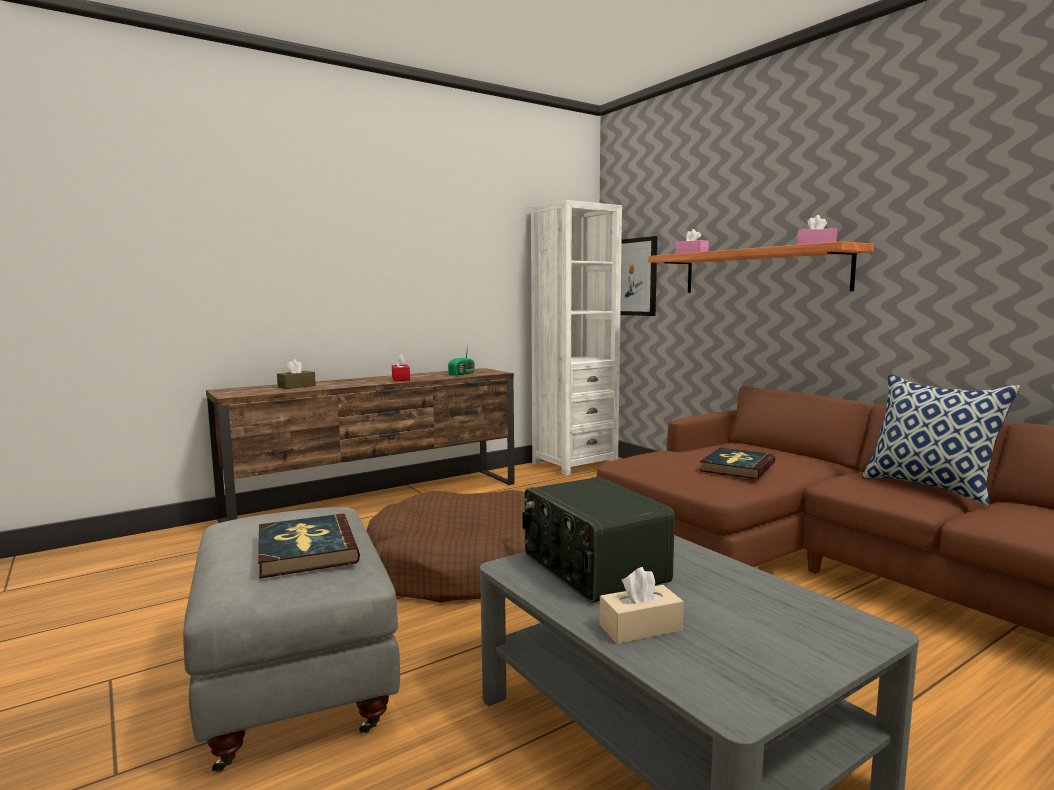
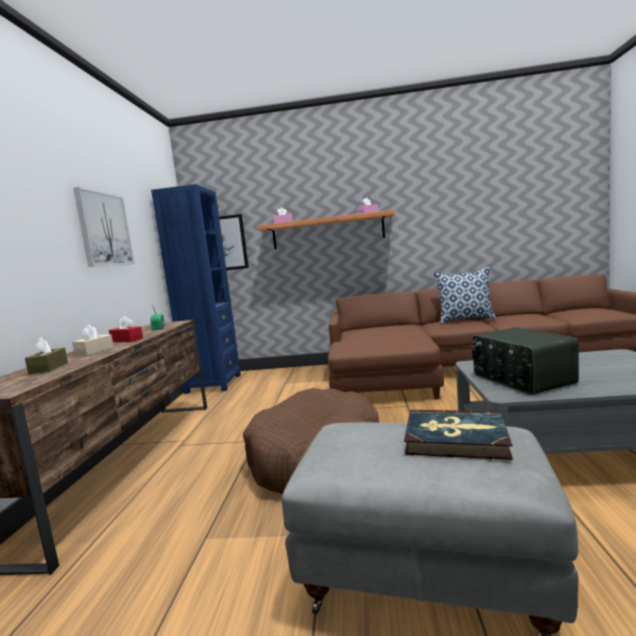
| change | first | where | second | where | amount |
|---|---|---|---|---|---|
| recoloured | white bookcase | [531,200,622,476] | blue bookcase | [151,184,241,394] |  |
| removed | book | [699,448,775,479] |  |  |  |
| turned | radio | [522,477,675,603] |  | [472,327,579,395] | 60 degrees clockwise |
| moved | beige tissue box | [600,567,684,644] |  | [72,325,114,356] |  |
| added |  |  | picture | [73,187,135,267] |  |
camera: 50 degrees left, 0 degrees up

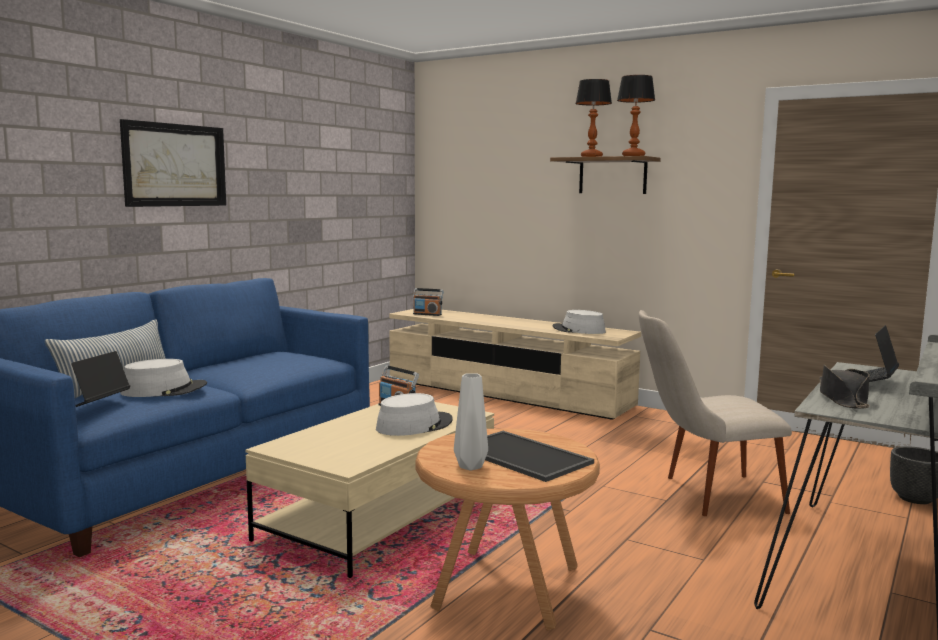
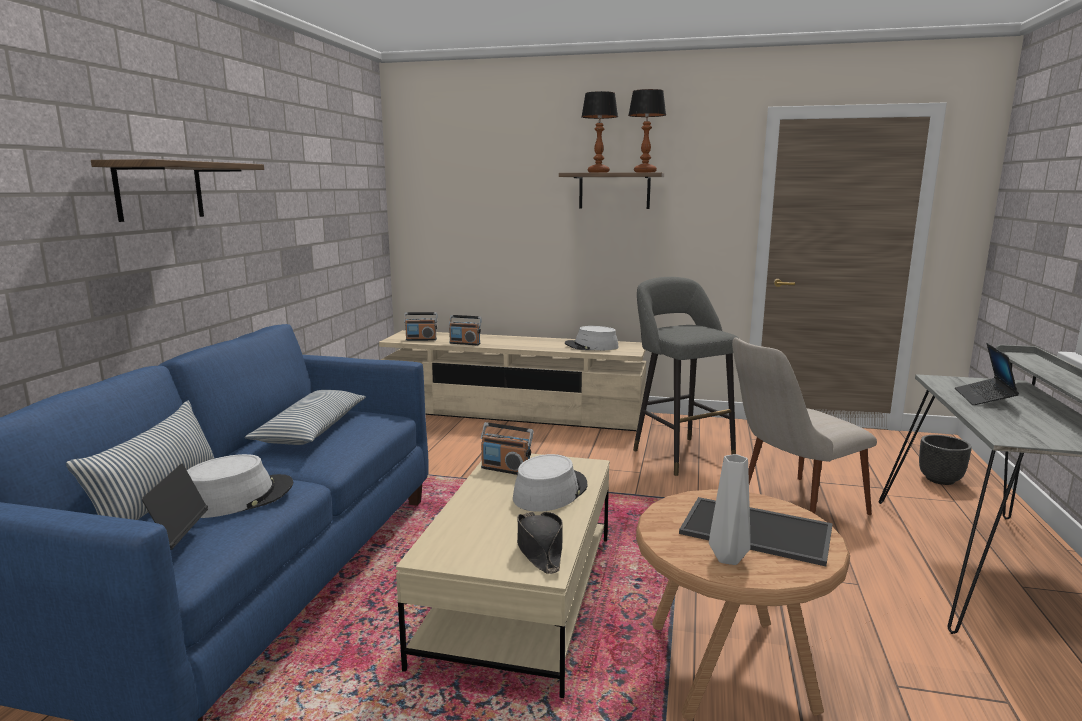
| change | first | where | second | where | amount |
|---|---|---|---|---|---|
| replaced | picture | [120,119,226,207] | shelf | [91,159,264,222] |  |
| moved | black hat | [820,364,870,409] |  | [517,512,563,574] |  |
| added |  |  | grey stool | [633,277,739,476] |  |
| added |  |  | radio | [449,315,482,345] |  |
| added |  |  | pillow | [245,390,366,445] |  |
camera: 20 degrees left, 5 degrees up

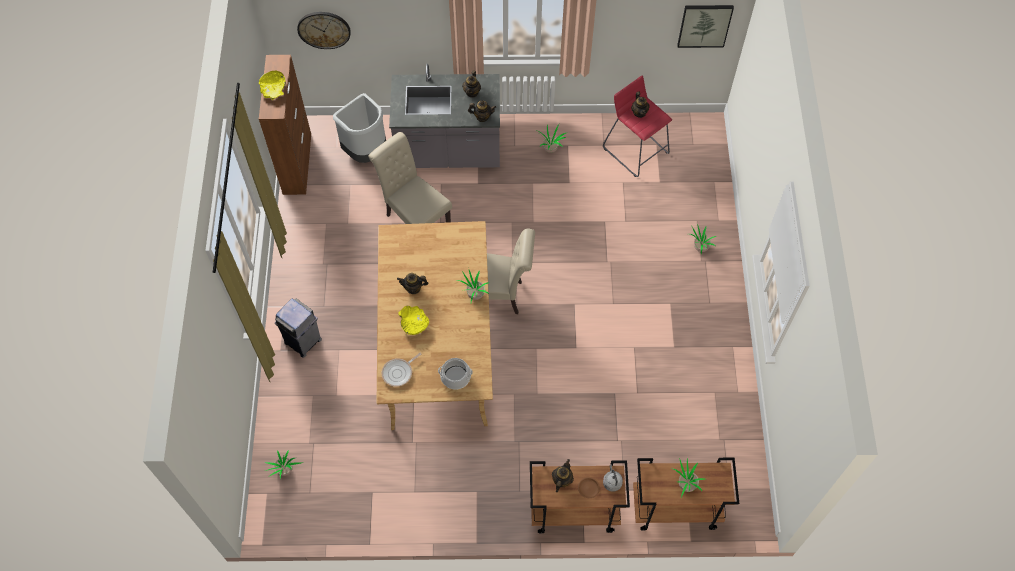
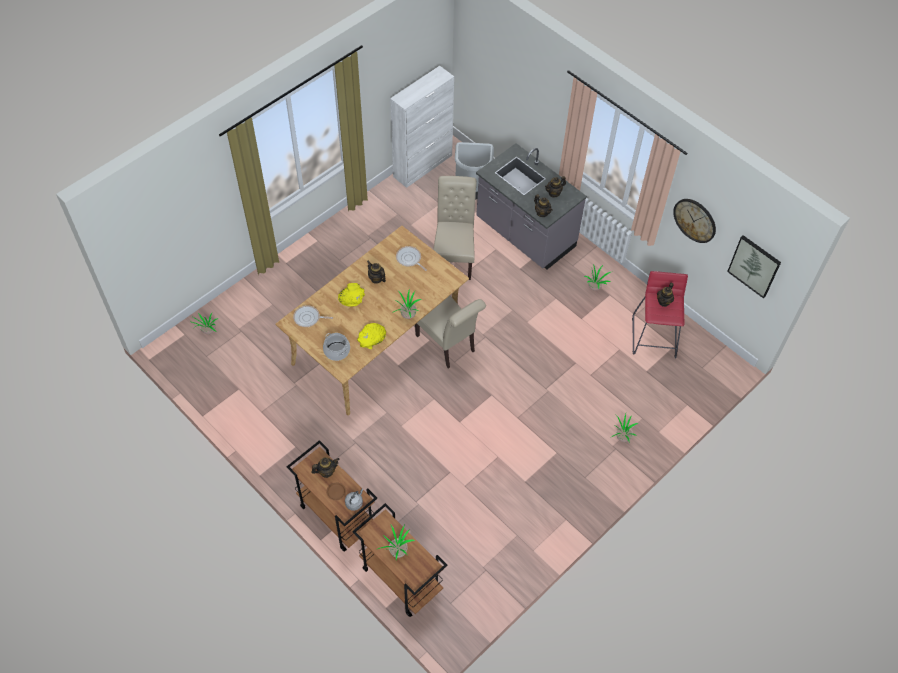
| change | first | where | second | where | amount |
|---|---|---|---|---|---|
| moved | wall clock | [297,12,351,49] |  | [673,199,716,243] |  |
| recoloured | brown cabinet | [259,55,311,195] | white cabinet | [390,66,454,188] |  |
| moved | yellow bowl | [259,71,286,100] |  | [357,323,386,349] |  |
| removed | grey trash can | [275,298,322,358] |  |  |  |
| added |  |  | frying pan | [396,246,427,271] |  |
camera: 45 degrees right, 5 degrees down

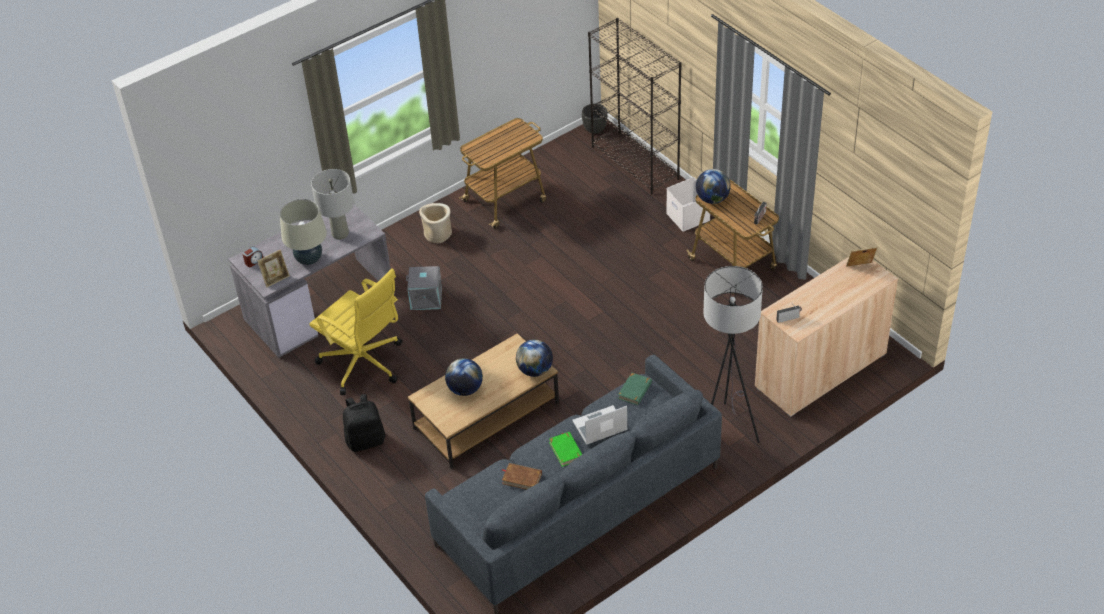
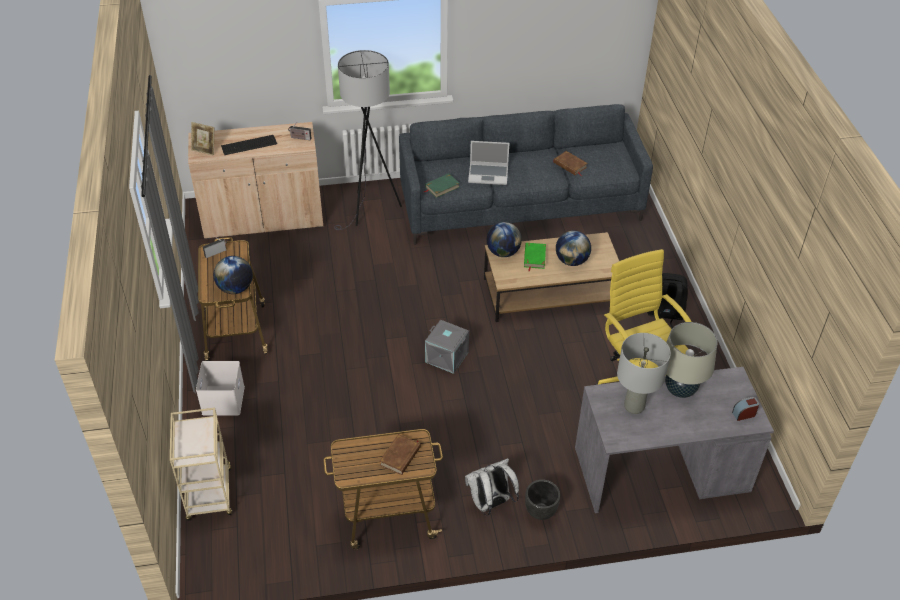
| change | first | where | second | where | amount |
|---|---|---|---|---|---|
| replaced | black bookcase | [588,18,682,195] | beige cart | [170,408,232,521] |  |
| moved | black planter | [582,104,607,134] |  | [525,480,560,520] |  |
| replaced | beige planter | [419,203,452,243] | white backpack | [465,458,519,516] |  |
| removed | picture frame | [257,250,290,287] |  |  |  |
| moved | grey storage box | [406,266,442,310] |  | [425,320,469,374] |  |
| moved | green book | [549,432,582,467] |  | [524,243,546,272] |  |
| added |  |  | keyboard | [221,135,277,155] |  |
| added |  |  | brown book | [379,434,421,475] |  |
camera: 155 degrees left, 0 degrees up

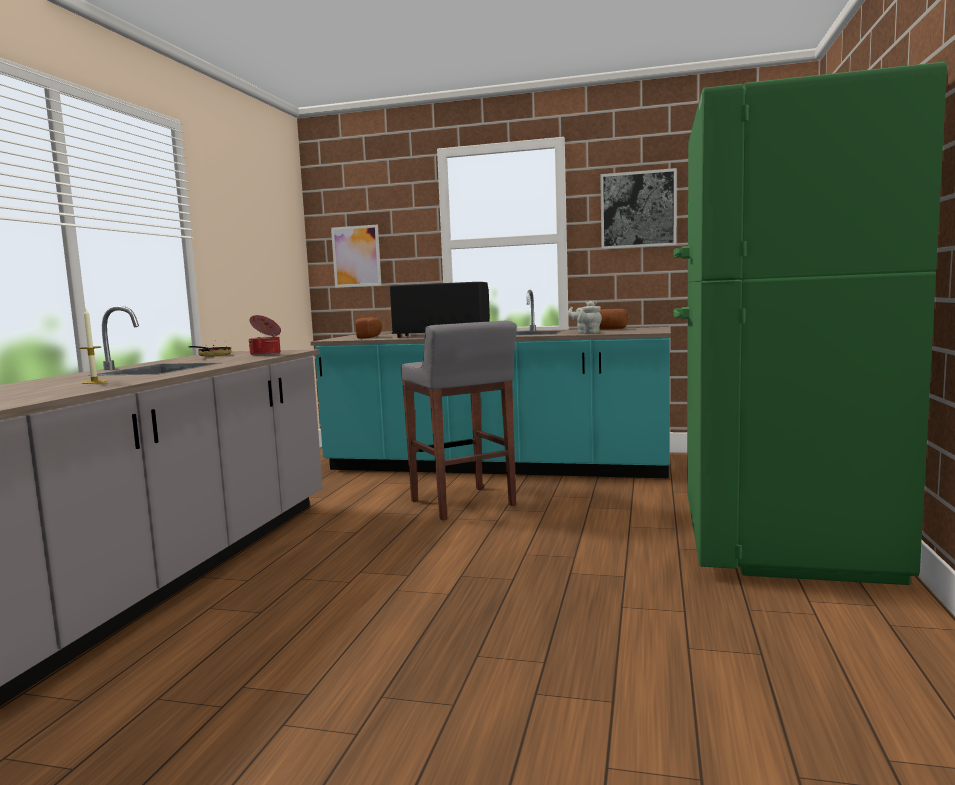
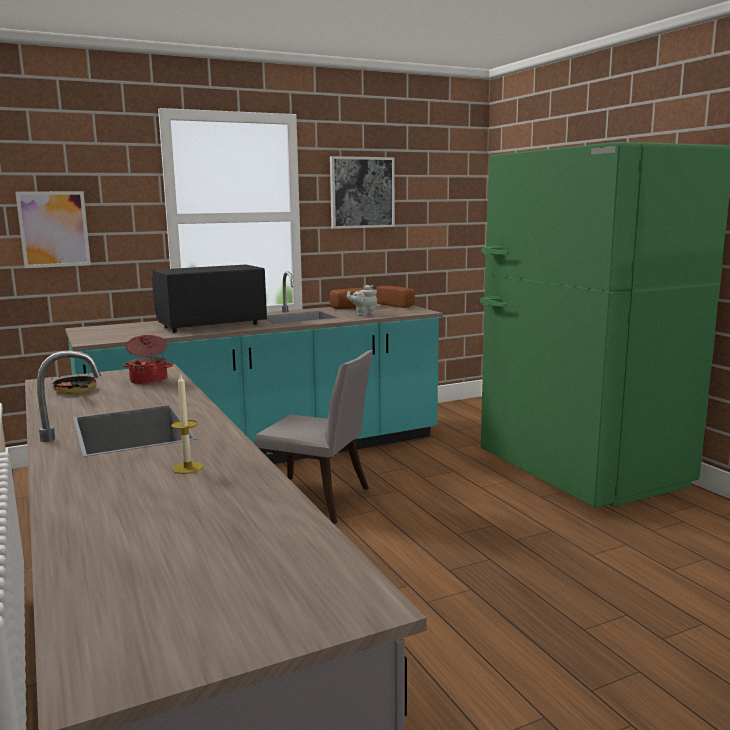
| change | first | where | second | where | amount |
|---|---|---|---|---|---|
| moved | bread | [356,317,382,339] |  | [376,286,415,308] |  |
| replaced | grey stool | [401,321,517,520] | grey chair | [254,350,373,524] |  |
camera: 40 degrees left, 5 degrees up

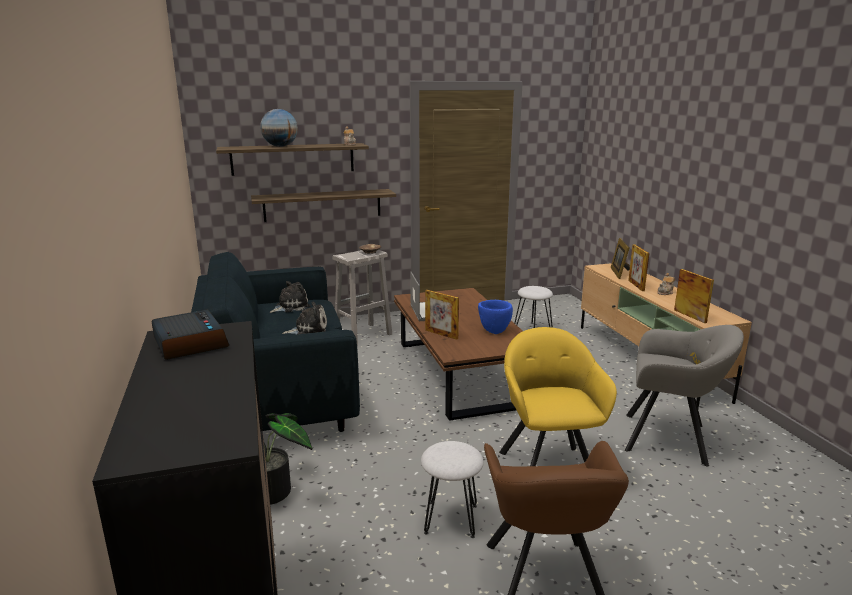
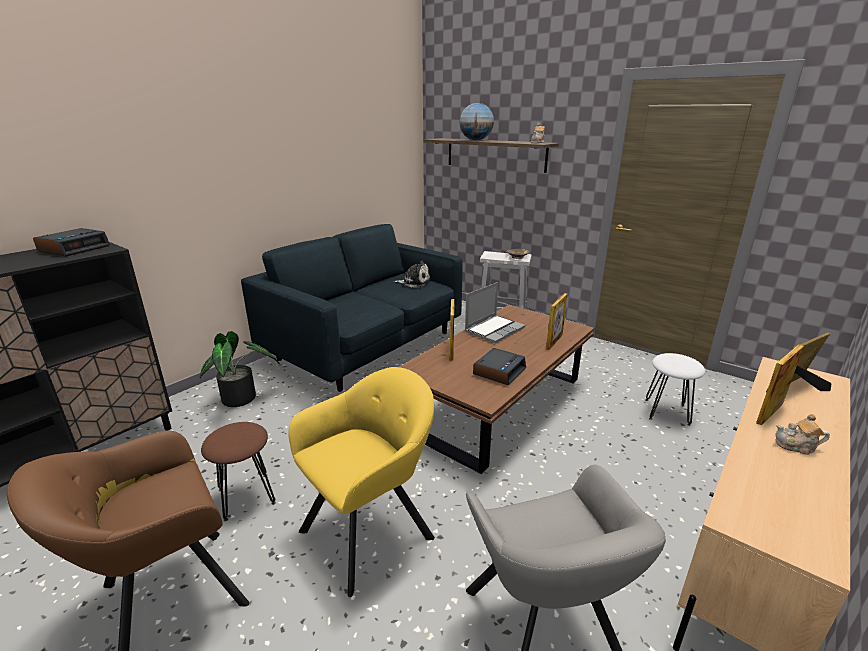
| change | first | where | second | where | amount |
|---|---|---|---|---|---|
| removed | shelf | [251,189,396,222] |  |  |  |
| moved | picture frame | [674,269,714,323] |  | [546,293,568,350] |  |
| replaced | blue bowl | [478,300,513,334] | alarm clock | [473,348,526,386] |  |
| removed | plush toy | [282,302,327,335] |  |  |  |
| recoloured | white stool | [421,441,484,538] | brown stool | [201,422,276,521] |  |
camera: 55 degrees right, 5 degrees up

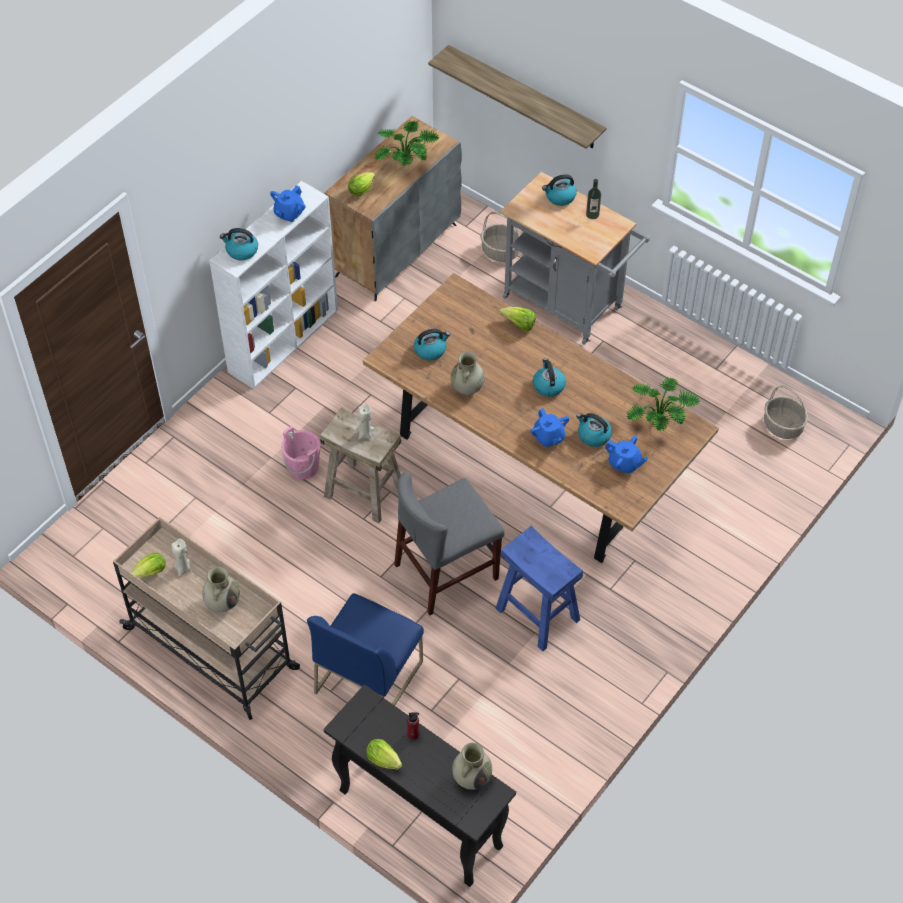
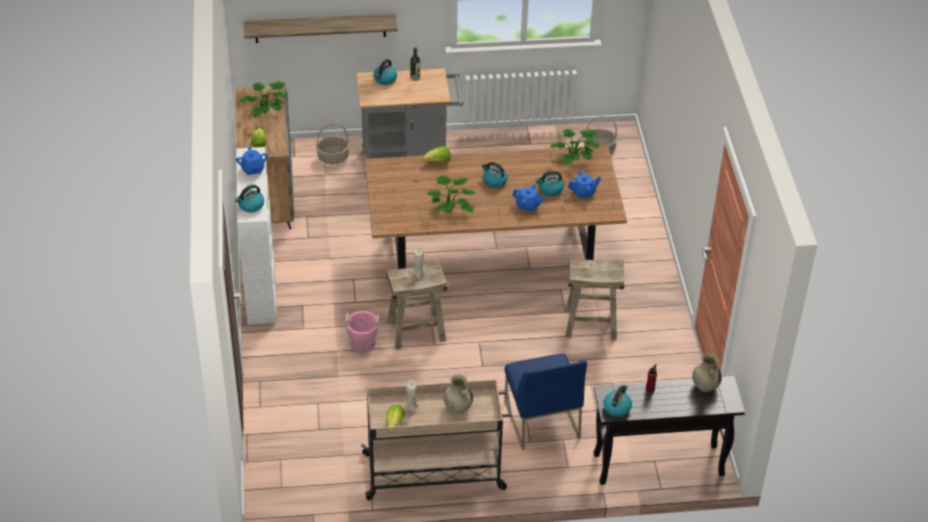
| change | first | where | second | where | amount |
|---|---|---|---|---|---|
| moved | kettle | [414,329,450,360] |  | [603,385,632,417] |  |
| replaced | beige vase | [451,351,485,395] | potted plant | [427,175,475,213] |  |
| removed | grey chair | [394,472,505,616] |  |  |  |
| recoloured | blue stool | [496,526,583,651] | beige stool | [565,257,624,340] |  |
| removed | lettuce | [366,739,402,770] |  |  |  |
camera: 45 degrees left, 10 degrees down

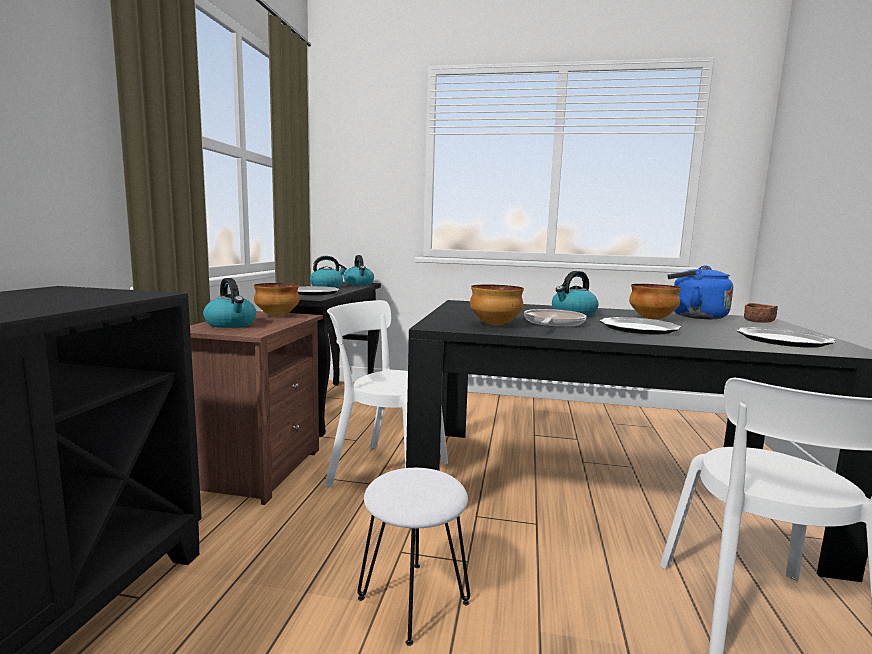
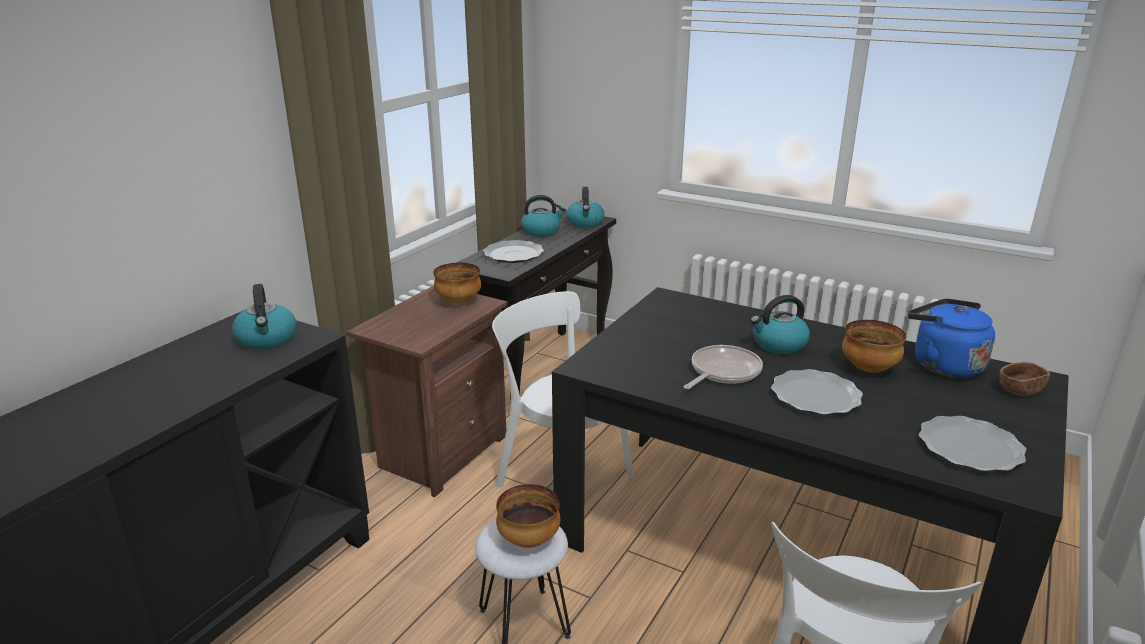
| change | first | where | second | where | amount |
|---|---|---|---|---|---|
| moved | kettle | [203,278,256,328] |  | [232,284,297,350] |  |
| moved | bowl | [470,284,524,325] |  | [496,484,560,548] |  |
camera: 20 degrees right, 15 degrees up

